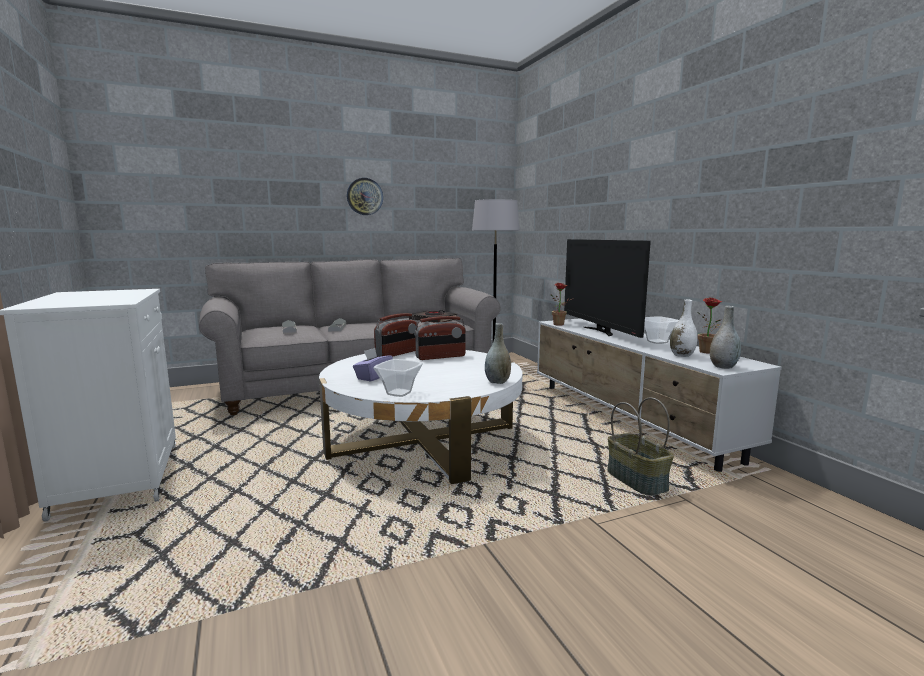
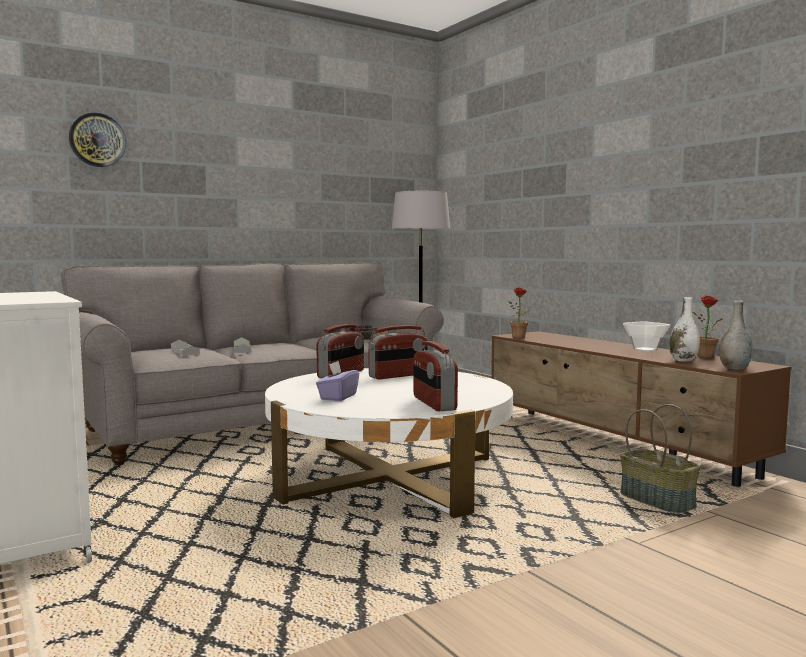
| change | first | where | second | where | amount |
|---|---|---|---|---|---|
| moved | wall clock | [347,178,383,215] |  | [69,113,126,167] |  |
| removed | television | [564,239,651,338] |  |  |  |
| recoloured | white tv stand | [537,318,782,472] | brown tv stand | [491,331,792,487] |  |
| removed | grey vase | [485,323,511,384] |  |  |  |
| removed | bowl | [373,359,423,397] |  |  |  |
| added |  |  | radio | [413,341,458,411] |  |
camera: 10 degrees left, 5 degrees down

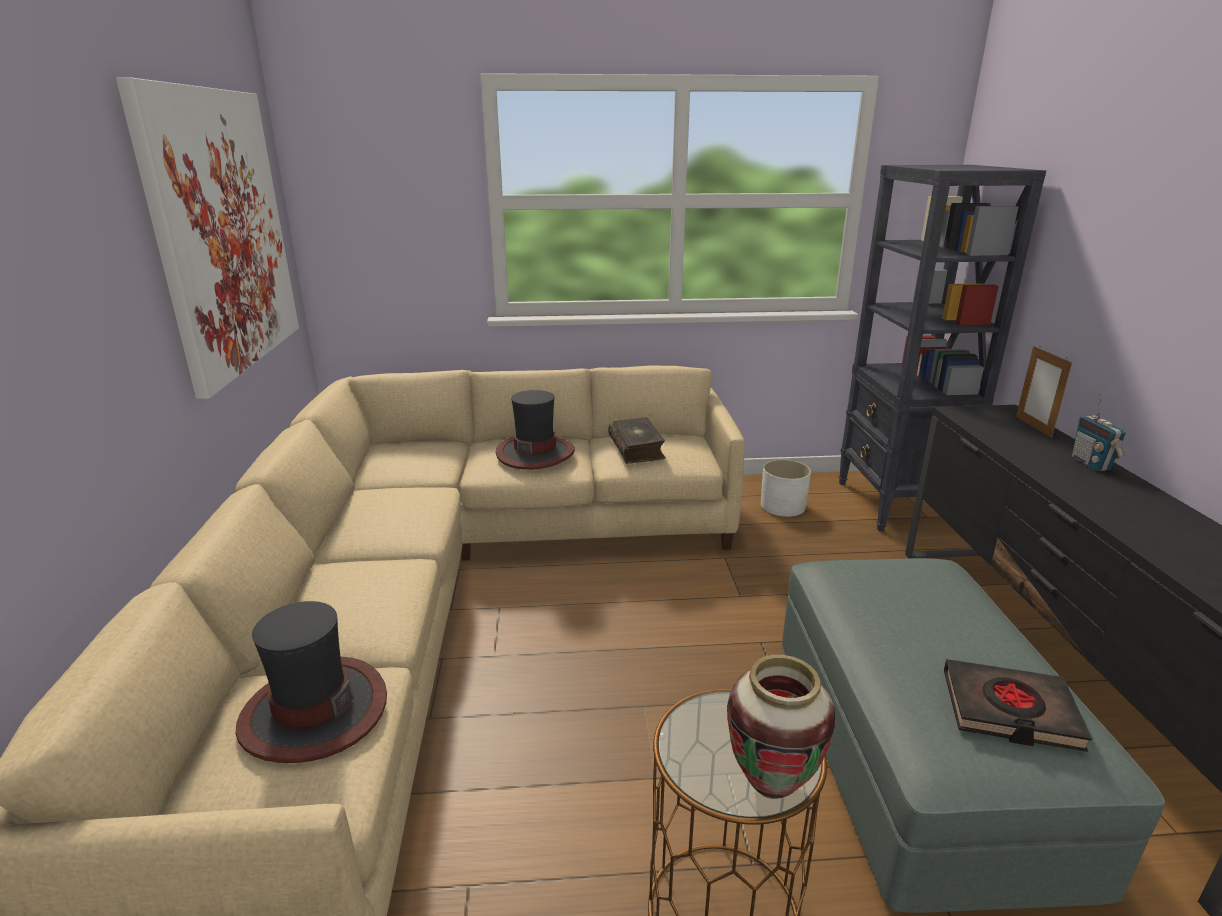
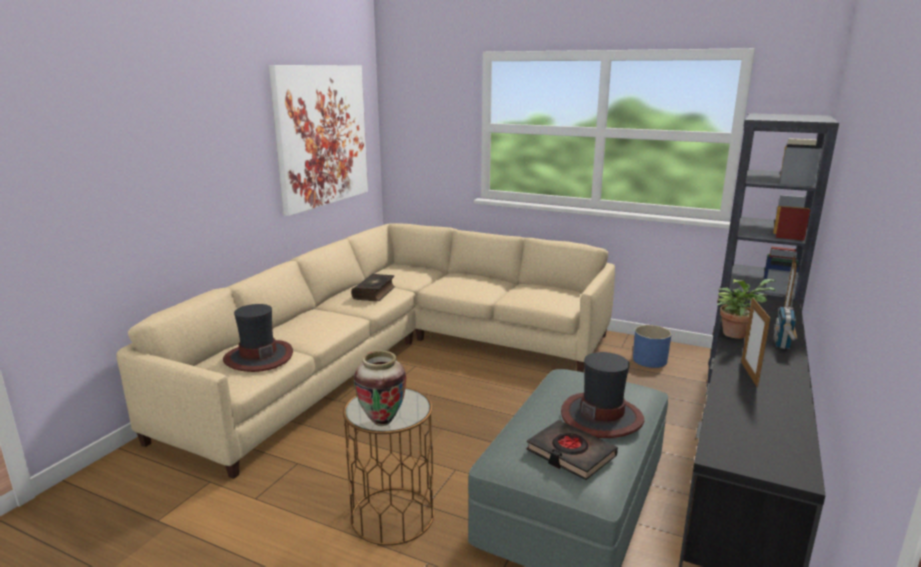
| change | first | where | second | where | amount |
|---|---|---|---|---|---|
| moved | hat | [496,390,575,470] |  | [561,352,644,438] |  |
| moved | book | [608,417,666,464] |  | [351,274,395,301] |  |
| recoloured | white planter | [761,459,811,517] | blue planter | [633,325,672,368] |  |
| added |  |  | potted plant | [717,279,775,339] |  |
| added |  |  | picture frame | [741,297,770,387] |  |
camera: 30 degrees right, 5 degrees down

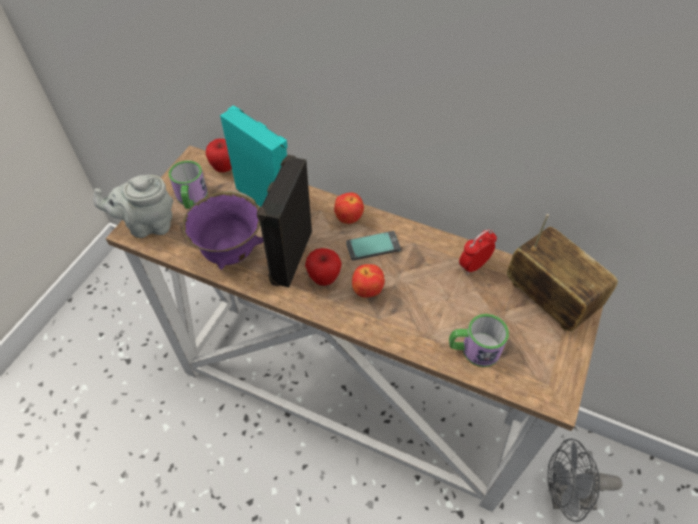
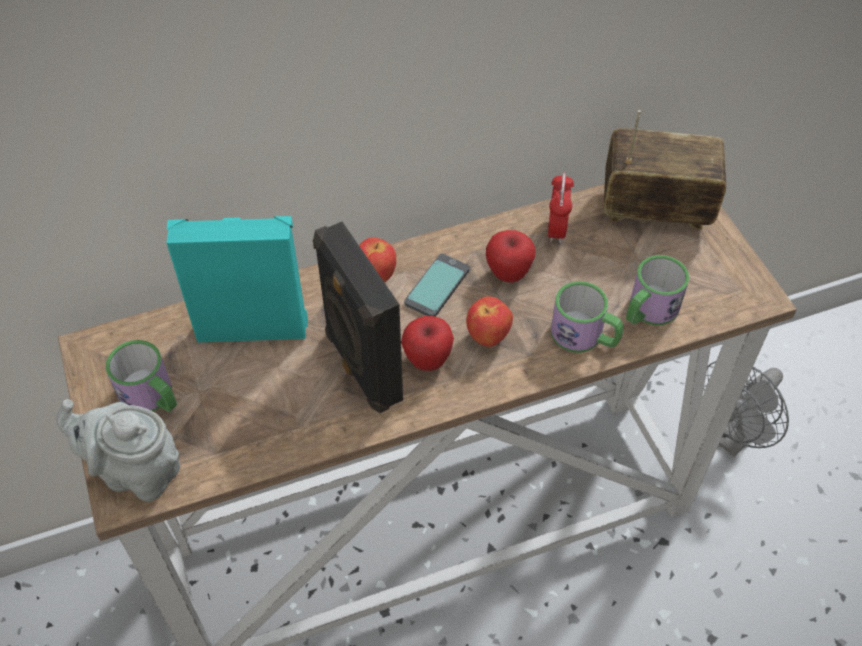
| change | first | where | second | where | amount |
|---|---|---|---|---|---|
| moved | apple | [206,138,232,172] |  | [486,230,535,283] |  |
| turned | grey teapot | [93,175,173,238] |  | [56,399,180,502] | 75 degrees clockwise |
| removed | purple bowl | [182,191,263,270] |  |  |  |
| added |  |  | mug | [551,281,623,353] |  |
camera: 45 degrees left, 0 degrees up

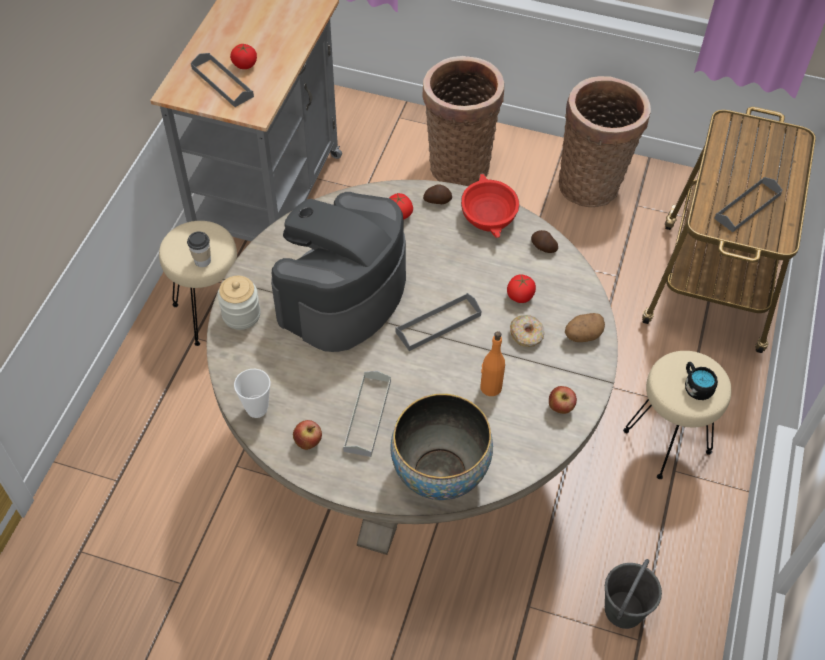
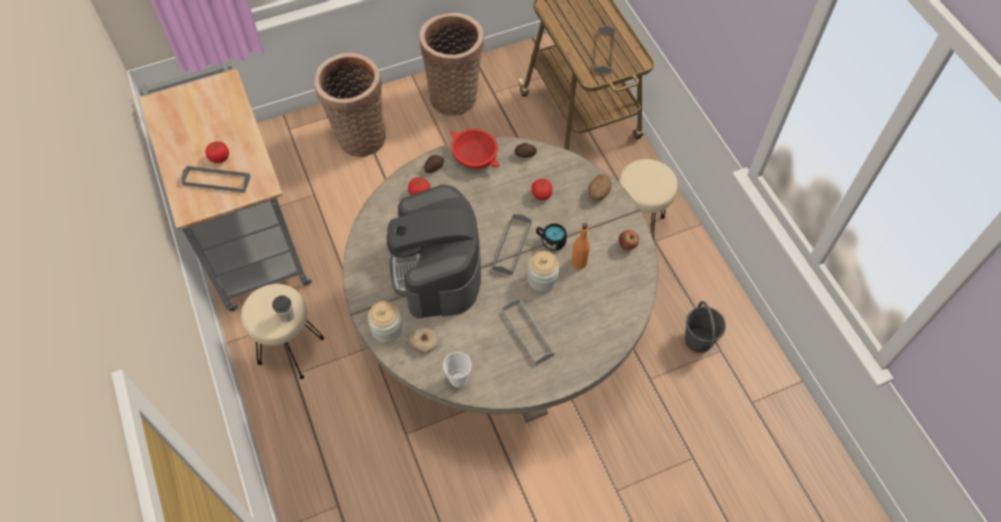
| change | first | where | second | where | amount |
|---|---|---|---|---|---|
| moved | donut | [510,315,544,347] |  | [408,327,438,353] |  |
| moved | black mug | [685,362,718,400] |  | [536,223,567,251] |  |
| removed | bowl | [391,393,493,500] |  |  |  |
| removed | apple | [293,420,322,450] |  |  |  |
| added |  |  | jar | [527,251,559,292] |  |
camera: 40 degrees left, 5 degrees up

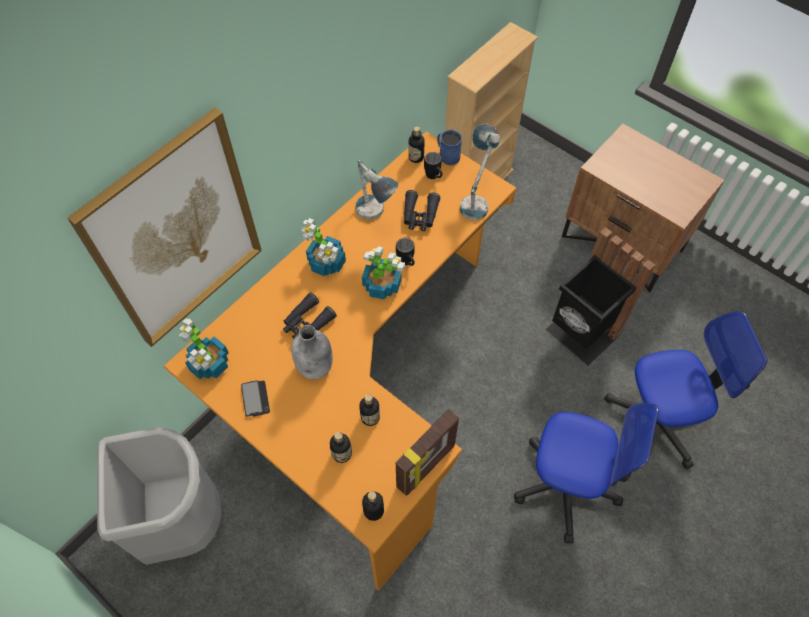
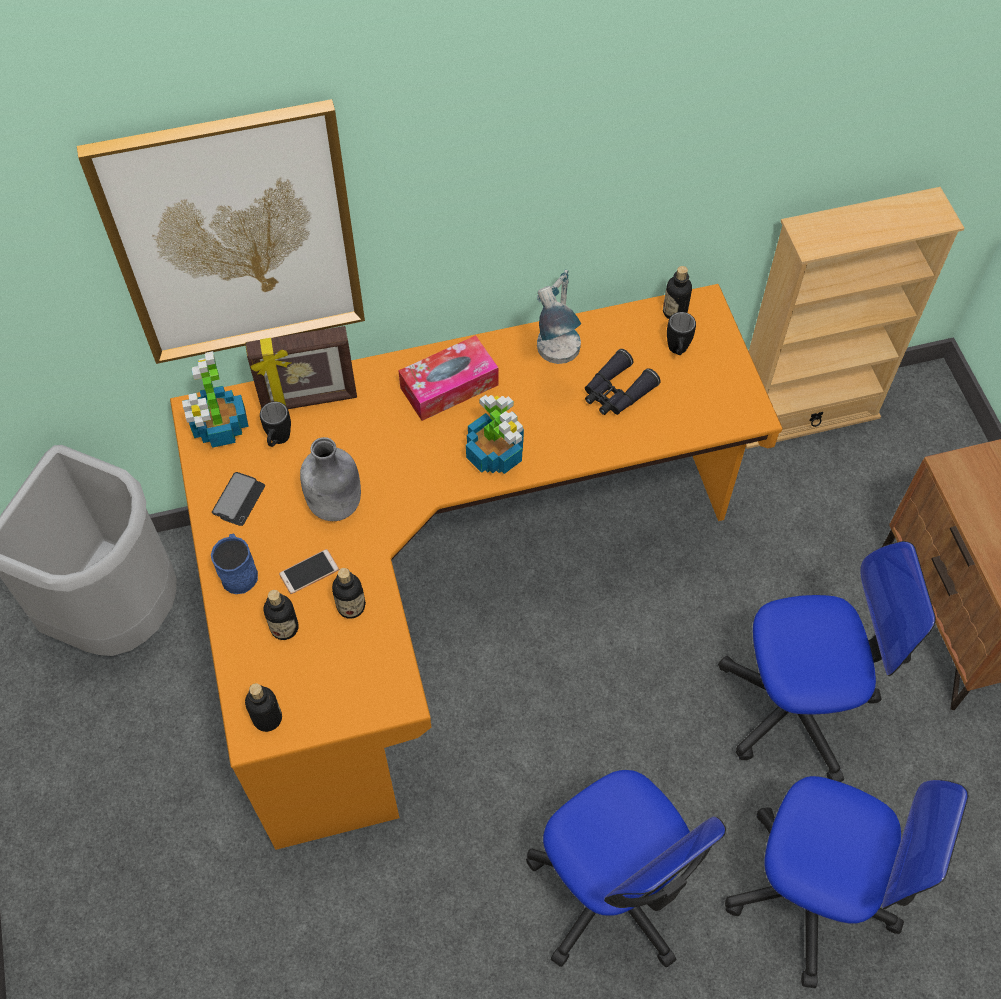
| change | first | where | second | where | amount |
|---|---|---|---|---|---|
| removed | table lamp | [460,124,500,220] |  |  |  |
| moved | blue mug | [437,130,462,165] |  | [211,534,258,594] |  |
| replaced | potted plant | [301,218,346,276] | tissue box | [398,335,499,421] |  |
| replaced | black trash can | [546,227,655,365] | office chair | [718,541,936,782] |  |
| moved | black mug | [396,238,415,266] |  | [260,402,291,447] |  |
| removed | black binoculars | [283,292,337,339] |  |  |  |
| moved | picture frame | [396,409,459,496] |  | [245,326,357,409] |  |
| added |  |  | phone | [279,549,339,594] |  |
camera: 35 degrees right, 0 degrees up

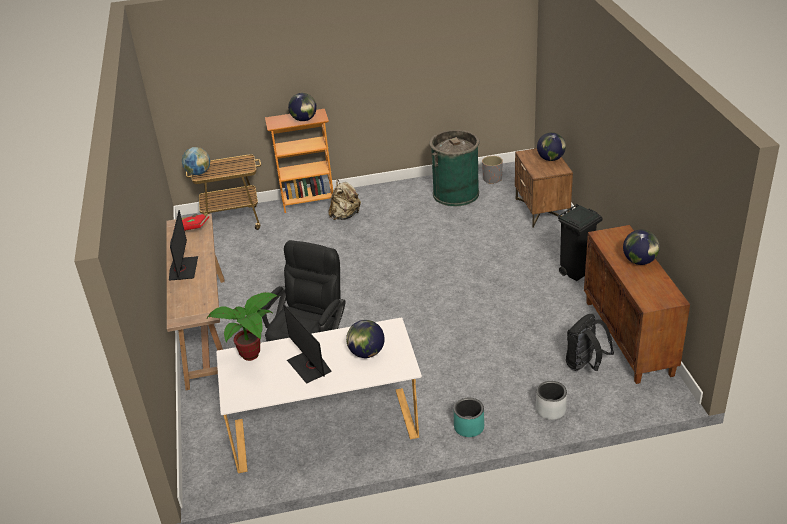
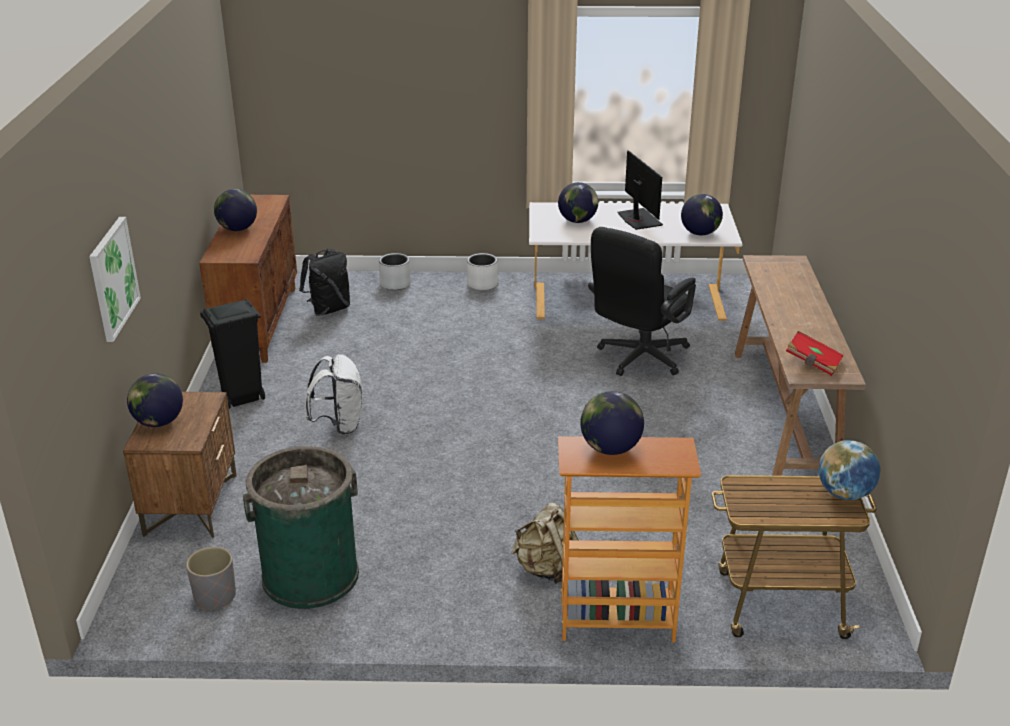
| change | first | where | second | where | amount |
|---|---|---|---|---|---|
| removed | monitor | [169,210,198,280] |  |  |  |
| replaced | potted plant | [207,292,279,361] | globe | [681,194,723,236] |  |
| recoloured | turquoise planter | [454,398,484,437] | white planter | [467,253,498,290] |  |
| added |  |  | picture | [89,217,141,342] |  |
| added |  |  | white backpack | [305,354,362,435] |  |
camera: 170 degrees left, 5 degrees down

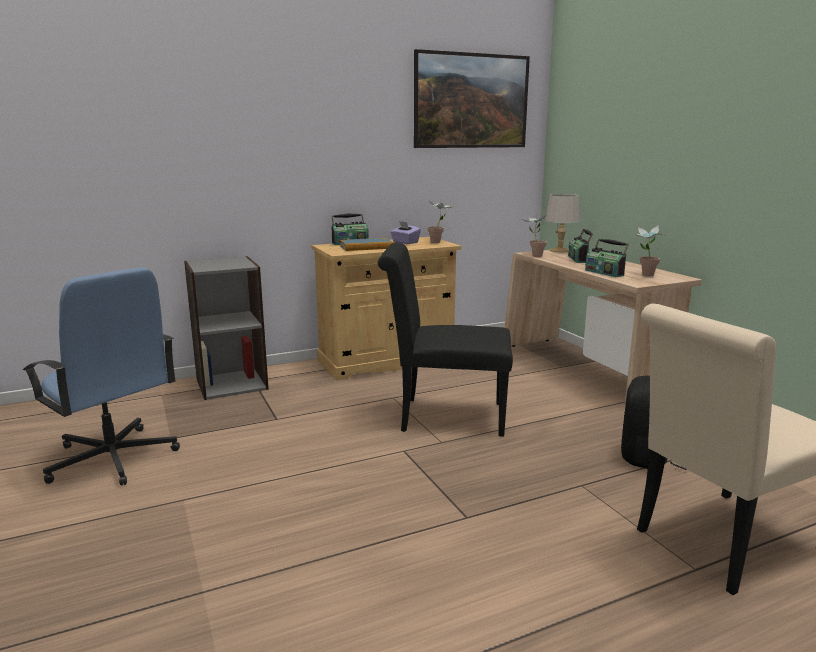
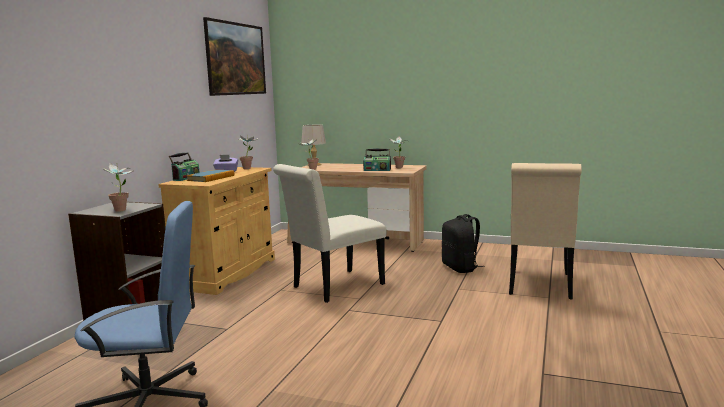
| change | first | where | second | where | amount |
|---|---|---|---|---|---|
| removed | radio | [568,229,593,263] |  |  |  |
| recoloured | black chair | [378,242,513,437] | white chair | [273,164,387,303] |  |
| added |  |  | potted plant | [101,162,133,212] |  |
camera: 45 degrees left, 5 degrees down

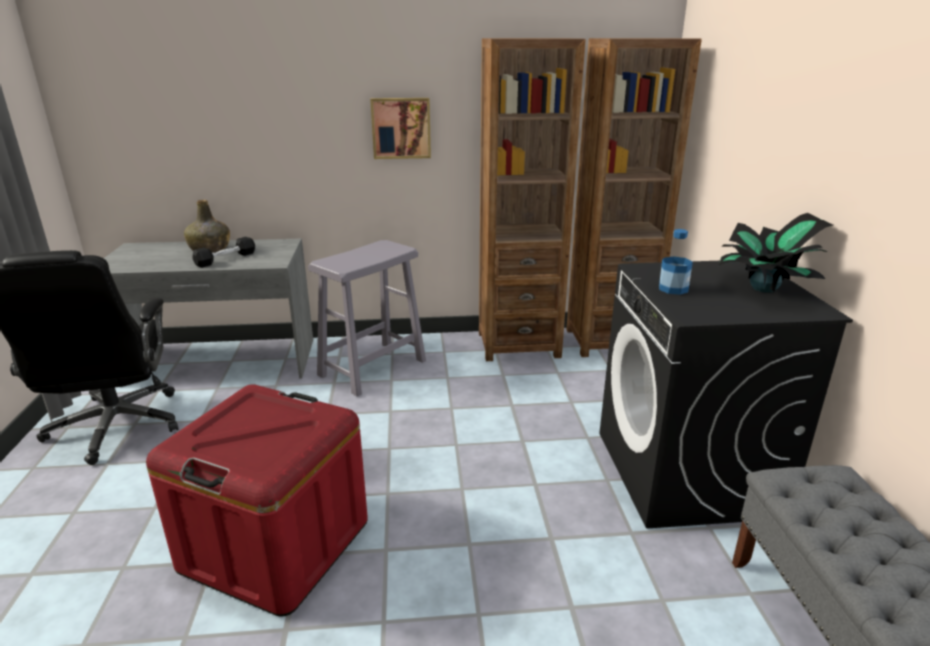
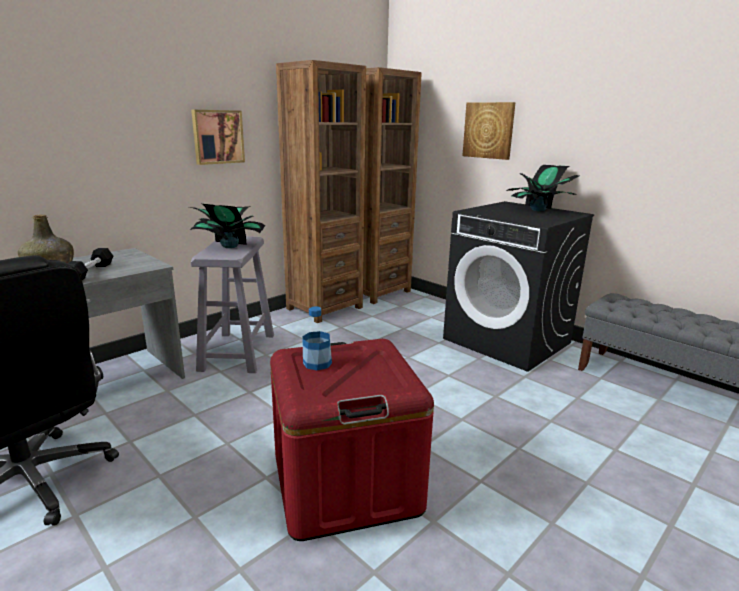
| change | first | where | second | where | amount |
|---|---|---|---|---|---|
| moved | bottle | [659,229,693,295] |  | [302,306,332,370] |  |
| added |  |  | picture | [462,102,516,160] |  |
| added |  |  | potted plant | [189,204,265,248] |  |
camera: 40 degrees left, 5 degrees down

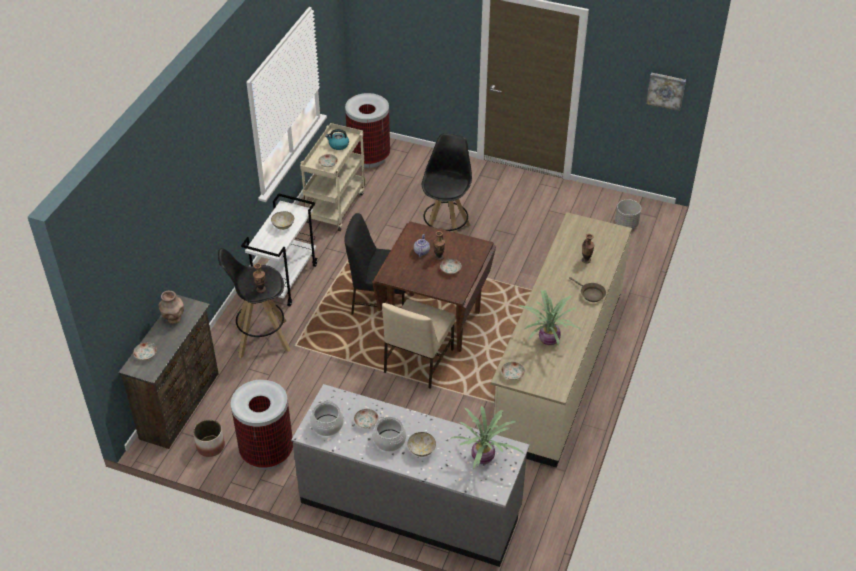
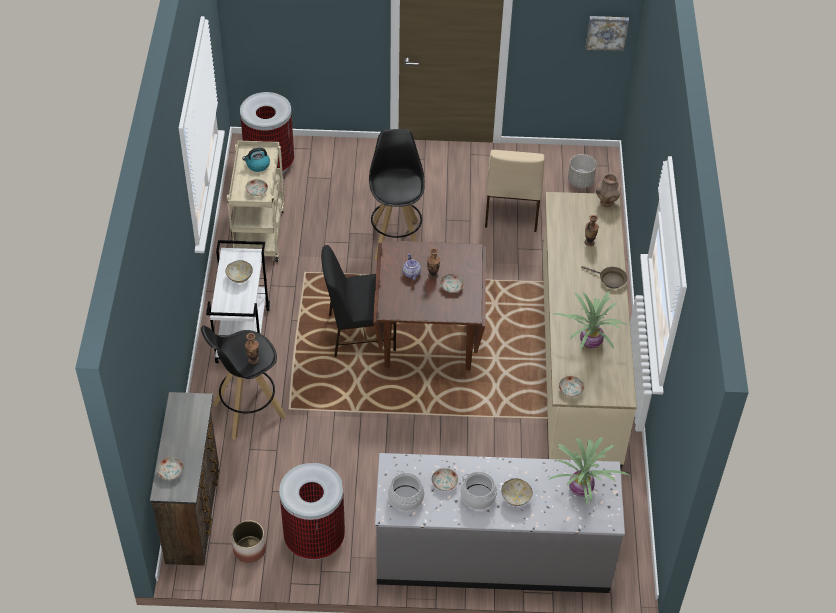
| change | first | where | second | where | amount |
|---|---|---|---|---|---|
| moved | brown vase | [159,291,184,324] |  | [596,173,621,207] |  |
| moved | beige chair | [382,299,455,389] |  | [485,150,544,232] |  |
camera: 20 degrees left, 5 degrees up

